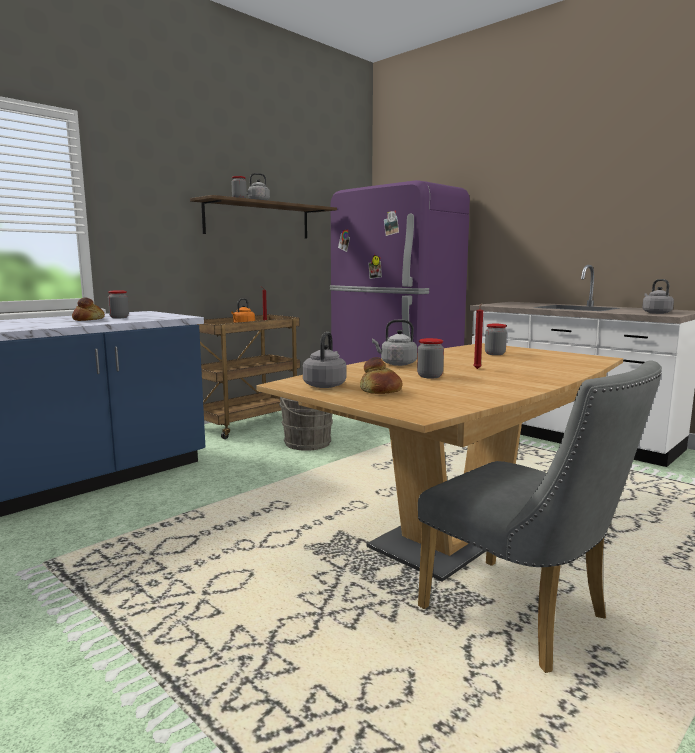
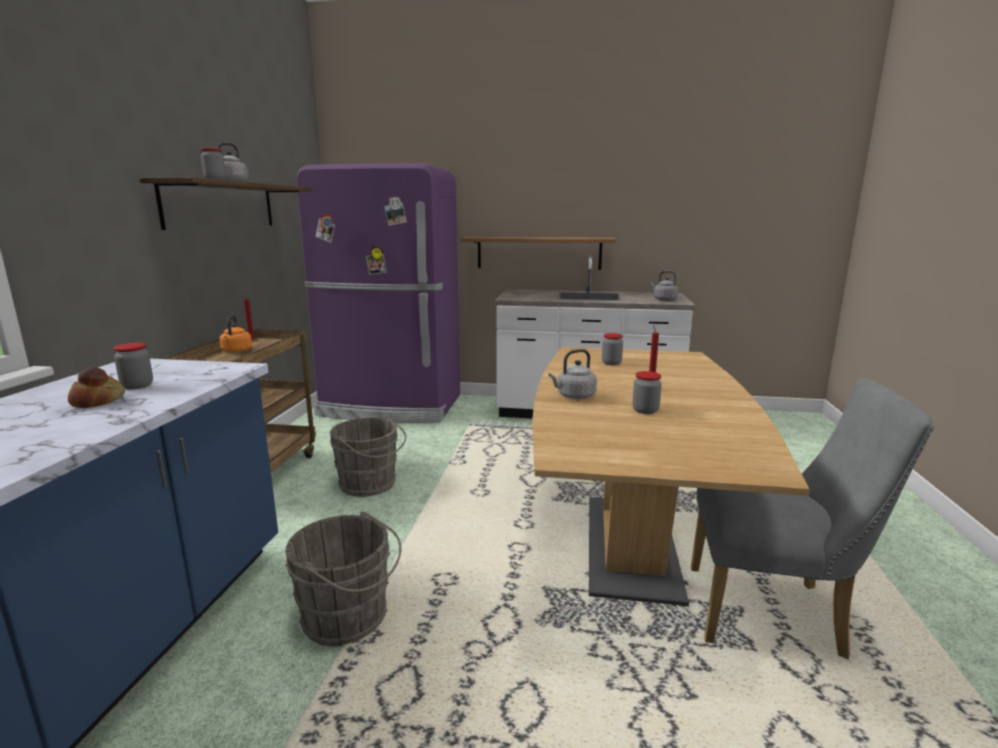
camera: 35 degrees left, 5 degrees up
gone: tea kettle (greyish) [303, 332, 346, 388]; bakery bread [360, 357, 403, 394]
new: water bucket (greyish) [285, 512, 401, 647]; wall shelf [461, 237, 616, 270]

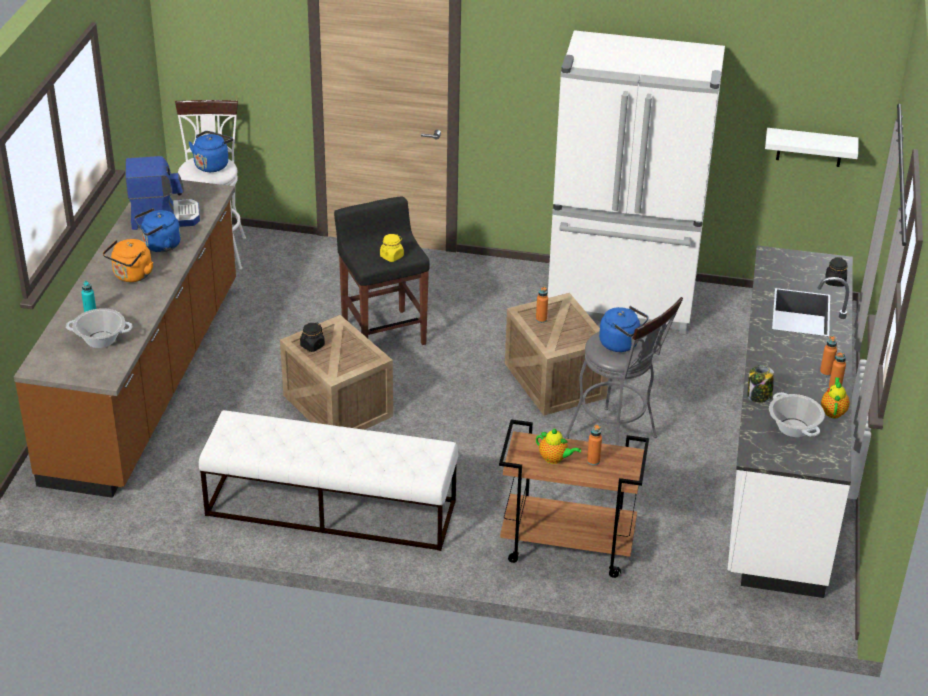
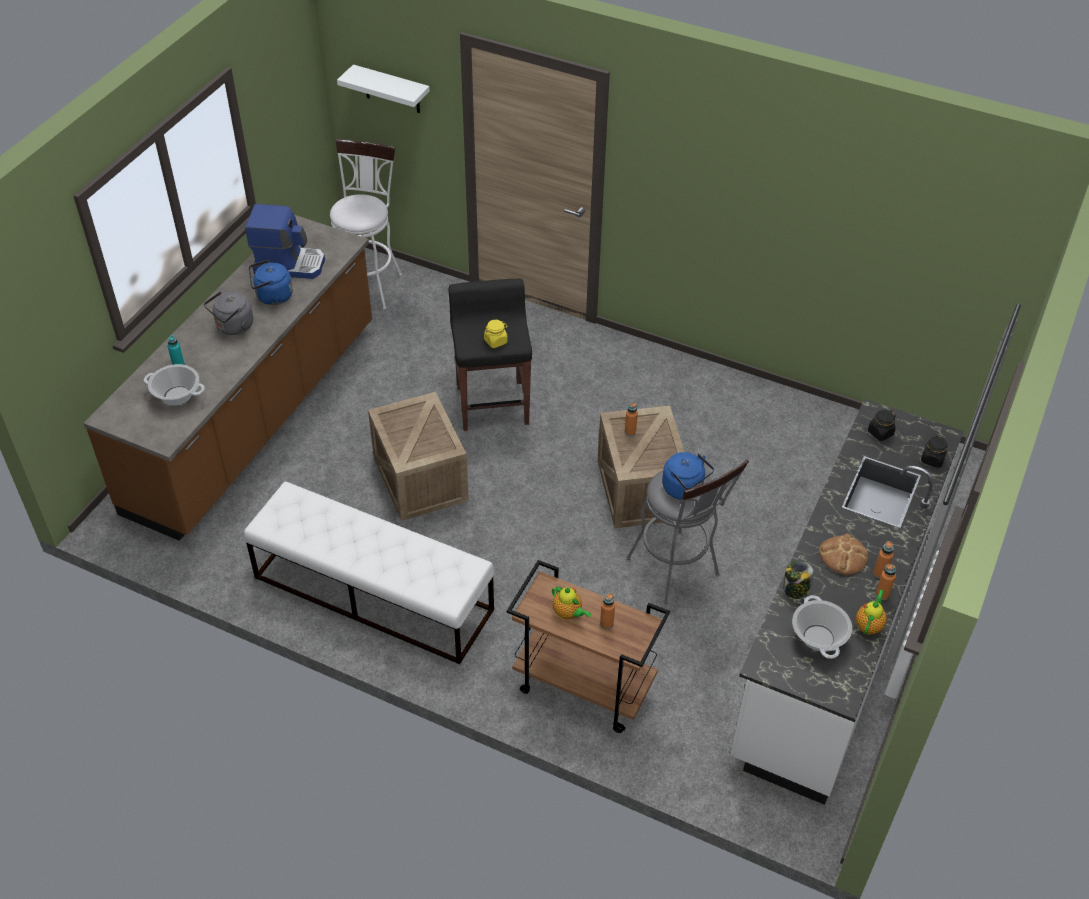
camera: 15 degrees right, 10 degrees up
gone: tea kettle (blue-coloured) [188, 131, 233, 172]; fridge (white-coloured) [548, 30, 725, 334]
new: bakery bread [819, 534, 868, 575]
shifted: jar (black-coloured) [300, 323, 325, 352] to [868, 410, 896, 441]; wall shelf (white-coloured) [765, 128, 858, 167] to [337, 64, 430, 113]
repainted: tea kettle (orange-coloured) [103, 239, 153, 282] to tea kettle (greyish) [204, 291, 253, 335]

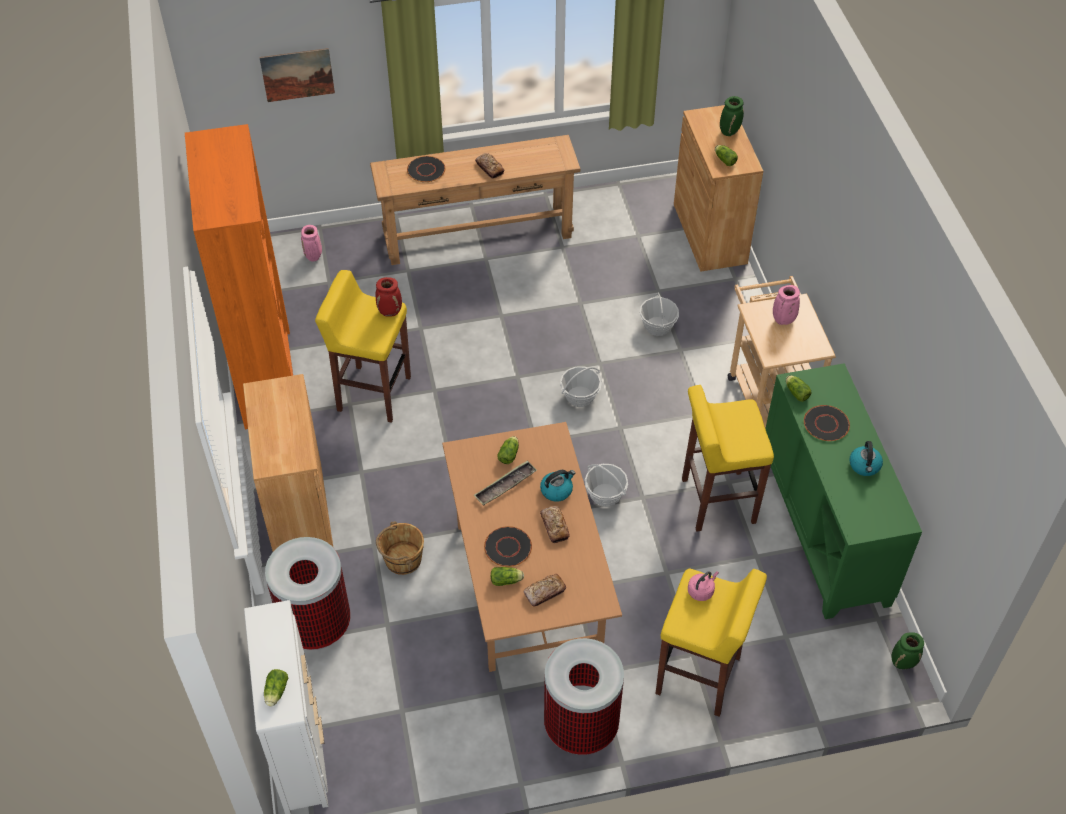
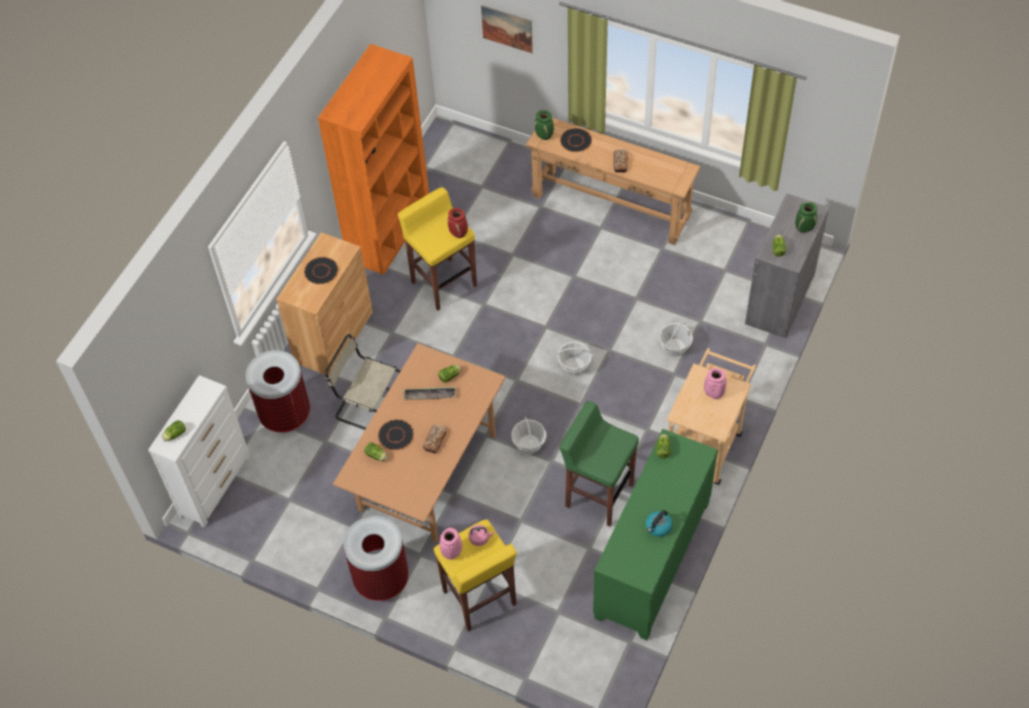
camera: 40 degrees right, 5 degrees up
gone: bakery bread [523, 574, 566, 607]; tea kettle [540, 470, 575, 502]
shifted: flower vase (pink-coloured) [301, 225, 322, 261] to [440, 528, 462, 560]; flat dish (black-coloured) [804, 405, 850, 441] to [304, 257, 338, 284]; flower vase (green-coloured) [892, 632, 924, 669] to [535, 110, 554, 140]
swapped: water bucket (brown) [376, 521, 424, 575] to plain chair (sand-coloured) [325, 334, 400, 430]
repainted: cupboard (brown) [674, 105, 763, 272] to cupboard (greyish) [745, 193, 829, 338]; stool seat (yellow-coloured) [682, 385, 774, 532] to stool seat (green-coloured) [560, 401, 639, 527]

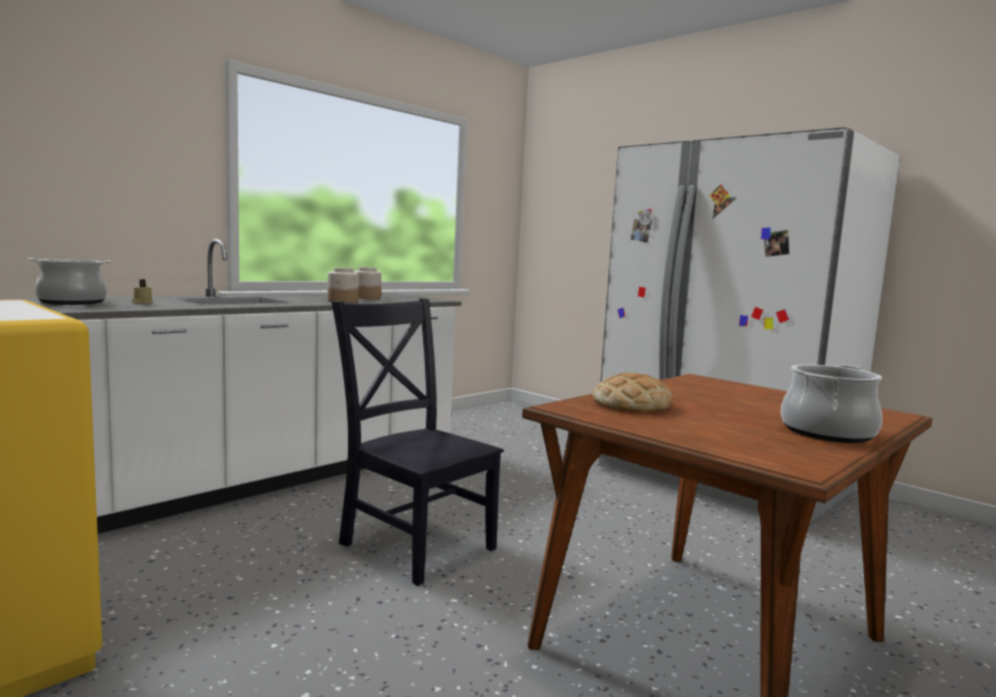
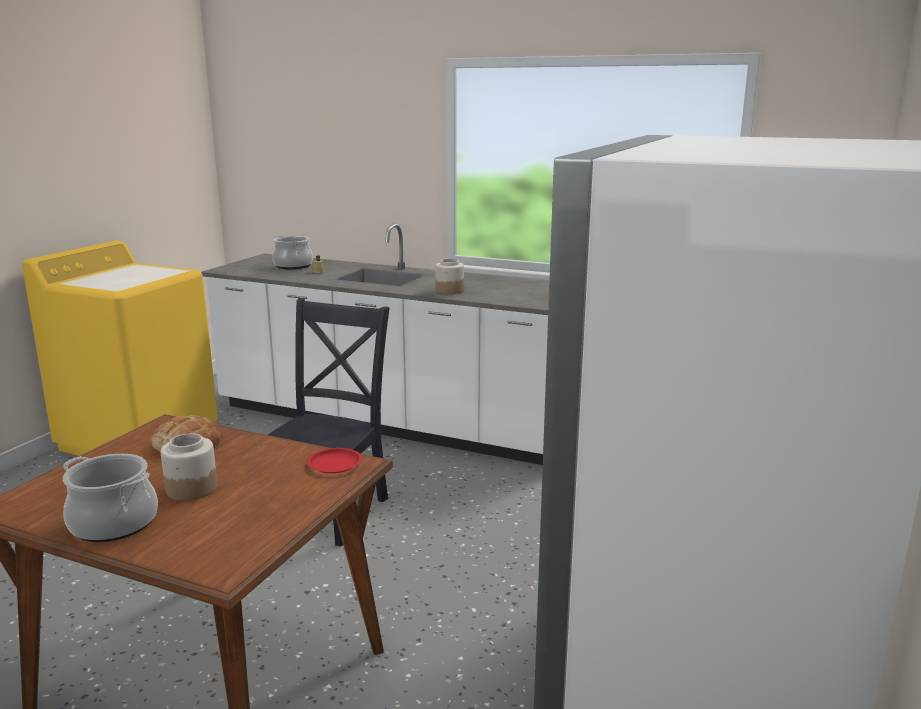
camera: 70 degrees right, 10 degrees up
new: flat dish (reddish) [307, 448, 362, 473]
shifted: jar [354, 267, 382, 299] to [161, 433, 217, 501]

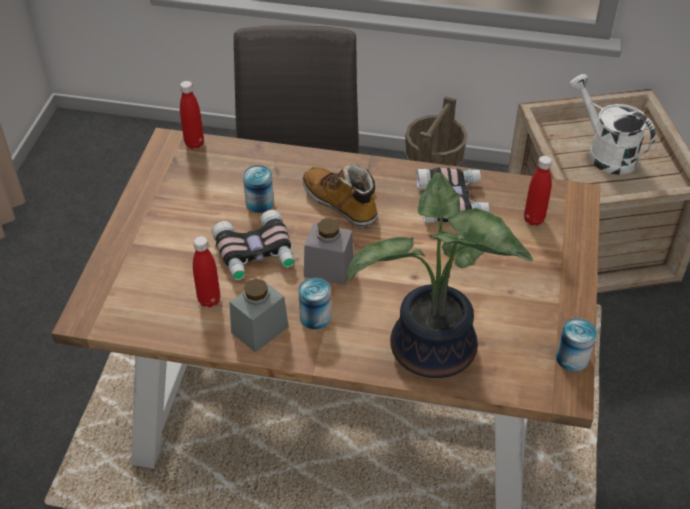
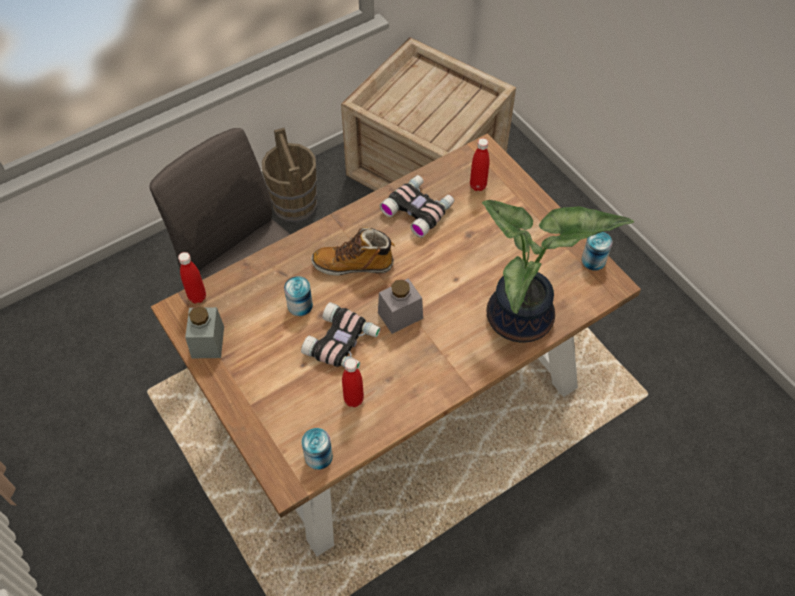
camera: 45 degrees left, 10 degrees up
gone: sprinkling can (white-coloured) [569, 74, 656, 175]
shifted: jar (greyish) [229, 279, 289, 353] to [185, 306, 224, 358]; can [298, 277, 331, 330] to [302, 428, 333, 470]

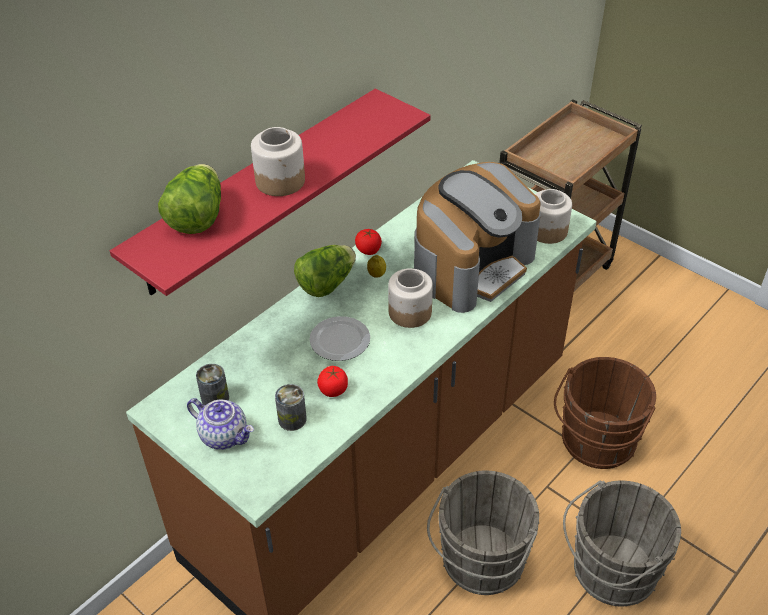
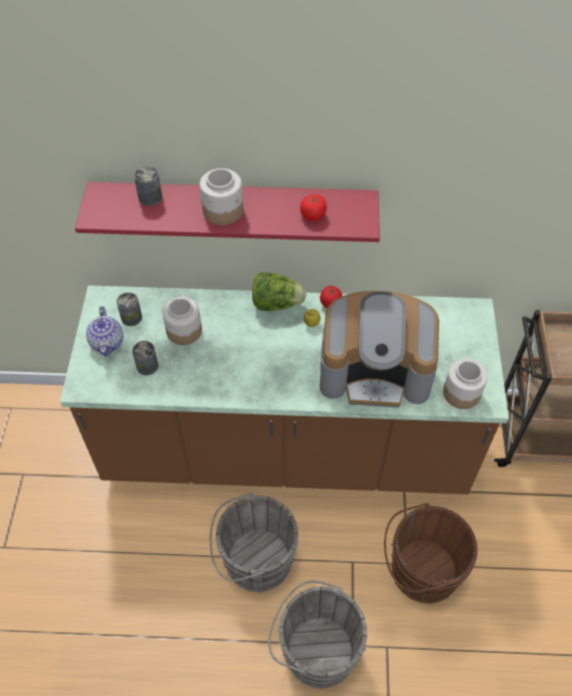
camera: 50 degrees right, 10 degrees up
gone: flat dish [309, 316, 370, 361]
shifted: fresh tomato [317, 366, 348, 397] to [300, 194, 327, 221]; jar [388, 268, 433, 328] to [162, 297, 202, 345]
swapped: head of lettuce [158, 164, 221, 234] to can [134, 166, 162, 206]

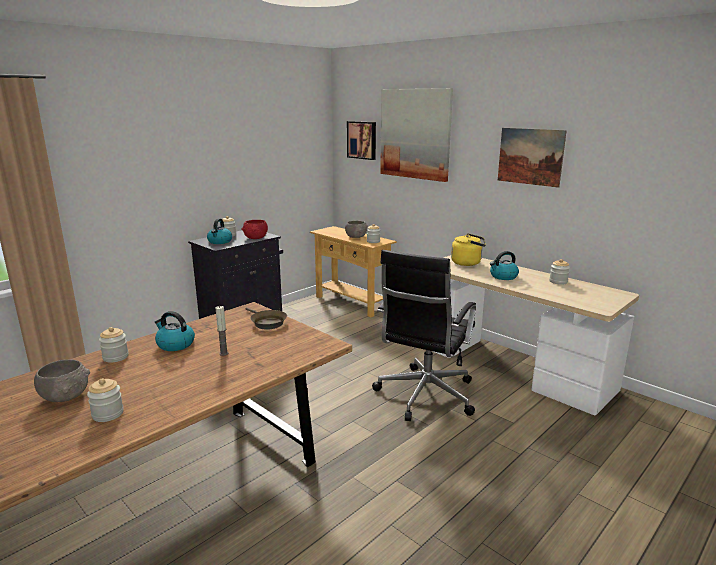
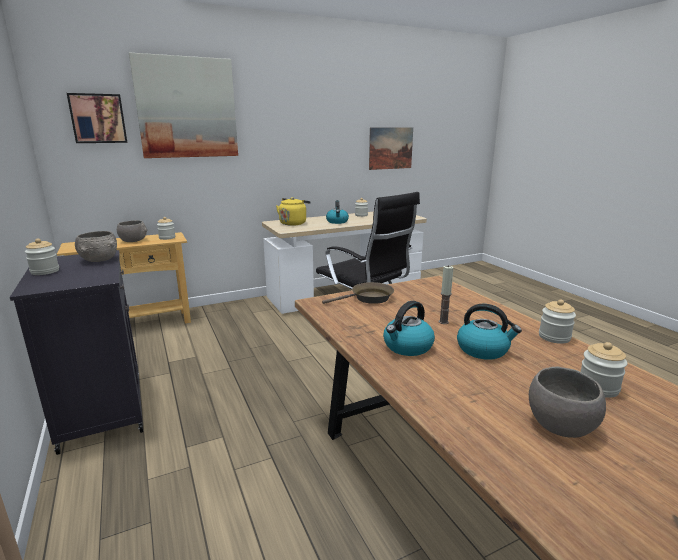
camera: 70 degrees left, 0 degrees up
shifted: jar [99, 327, 129, 363] to [539, 299, 576, 344]; tea kettle [207, 218, 232, 244] to [457, 304, 522, 360]; wall picture [498, 128, 567, 188] to [369, 128, 413, 170]
repainted: bowl (reddish) [242, 220, 268, 239] to bowl (greyish) [75, 231, 117, 262]

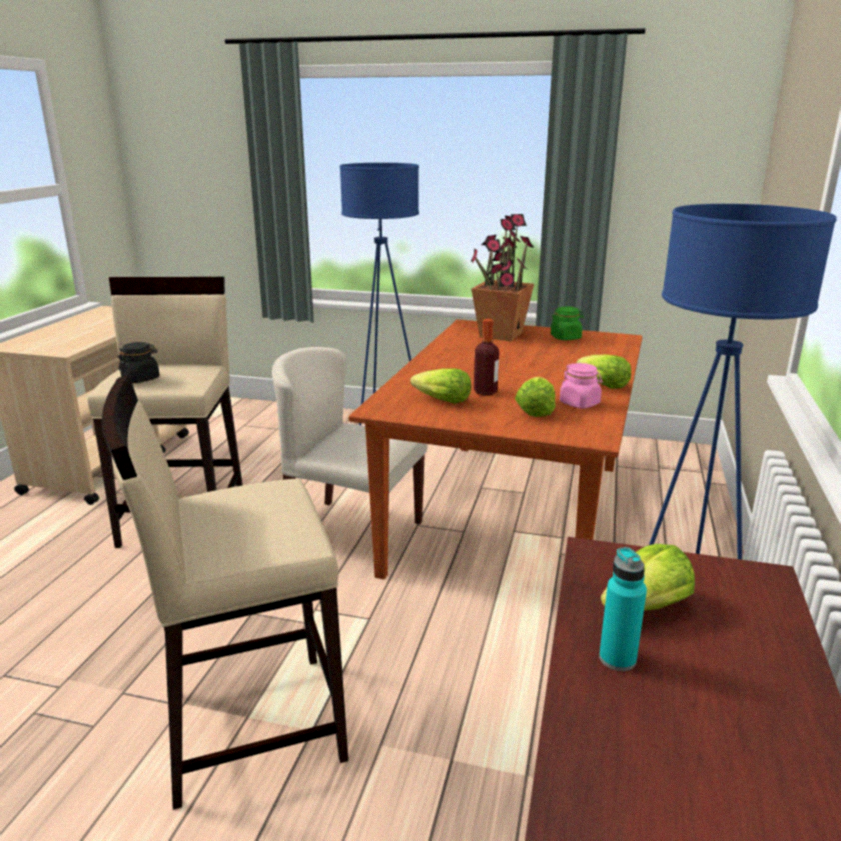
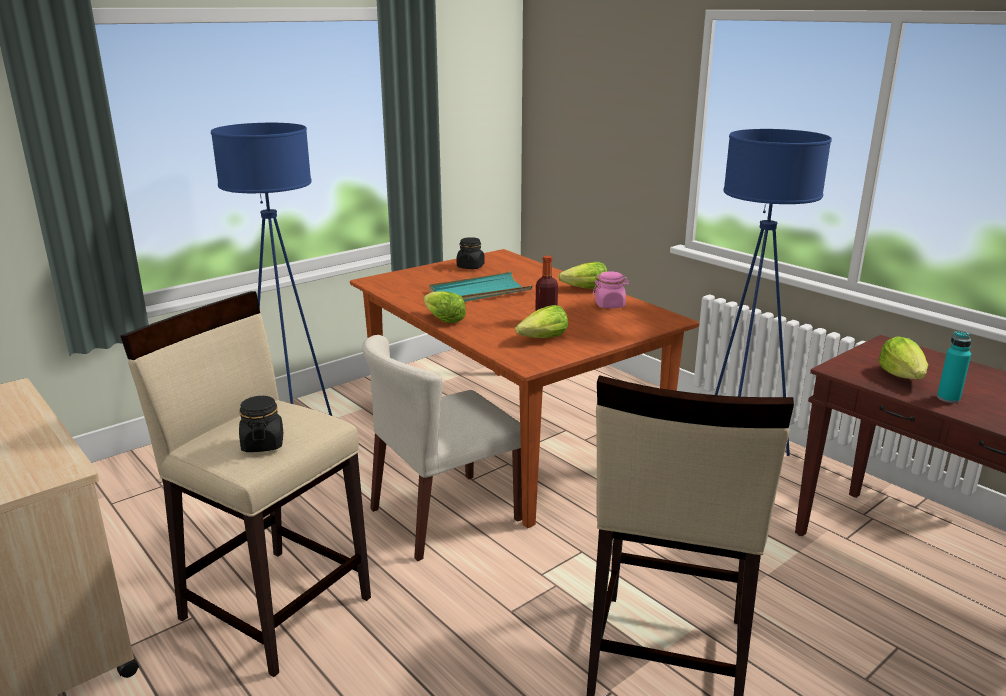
camera: 55 degrees left, 0 degrees up
gone: plant in a pot [471, 214, 534, 341]
new: serving tray (turquoise-coloured) [429, 271, 532, 302]
shifted: head of lettuce [515, 377, 555, 417] to [424, 291, 466, 323]
repainted: jar (green-coloured) [551, 306, 584, 340] to jar (black-coloured) [457, 237, 485, 269]

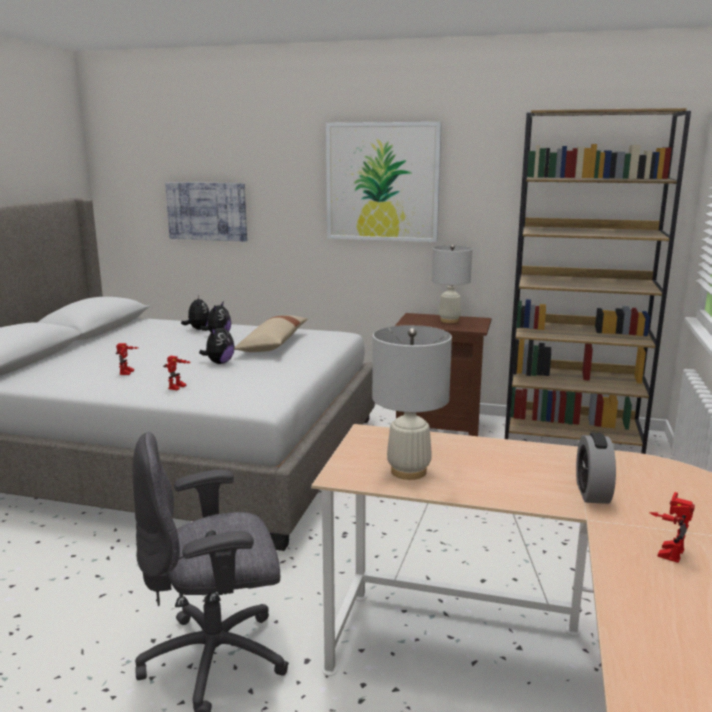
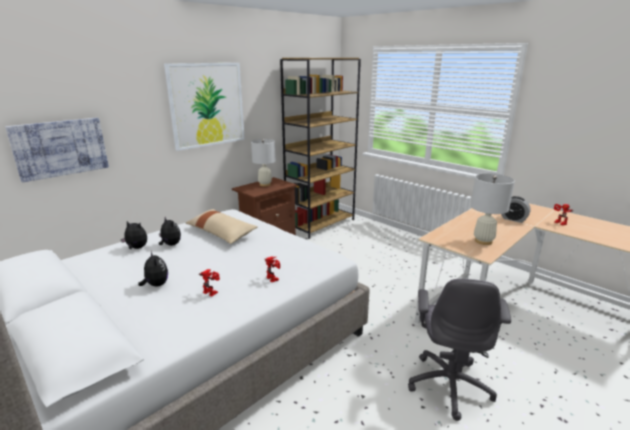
camera: 60 degrees left, 5 degrees up
shifted: plush toy [199, 323, 235, 364] to [138, 251, 168, 287]

